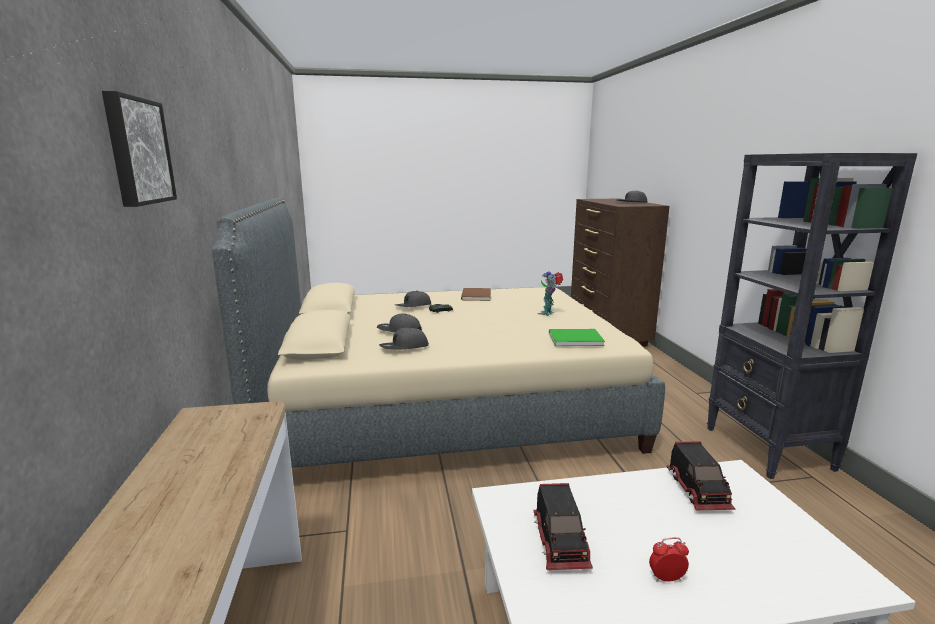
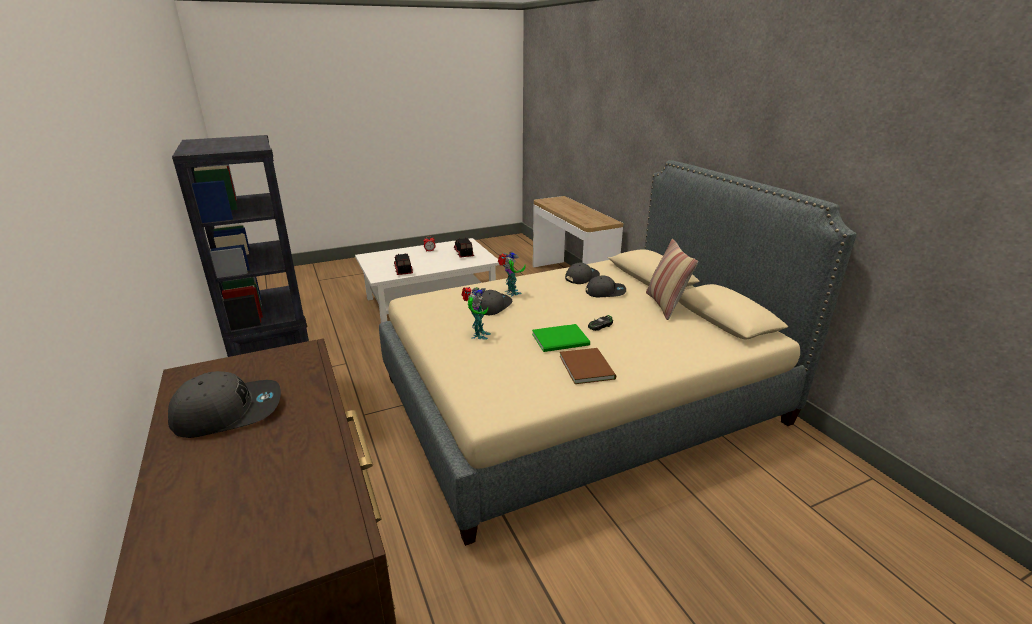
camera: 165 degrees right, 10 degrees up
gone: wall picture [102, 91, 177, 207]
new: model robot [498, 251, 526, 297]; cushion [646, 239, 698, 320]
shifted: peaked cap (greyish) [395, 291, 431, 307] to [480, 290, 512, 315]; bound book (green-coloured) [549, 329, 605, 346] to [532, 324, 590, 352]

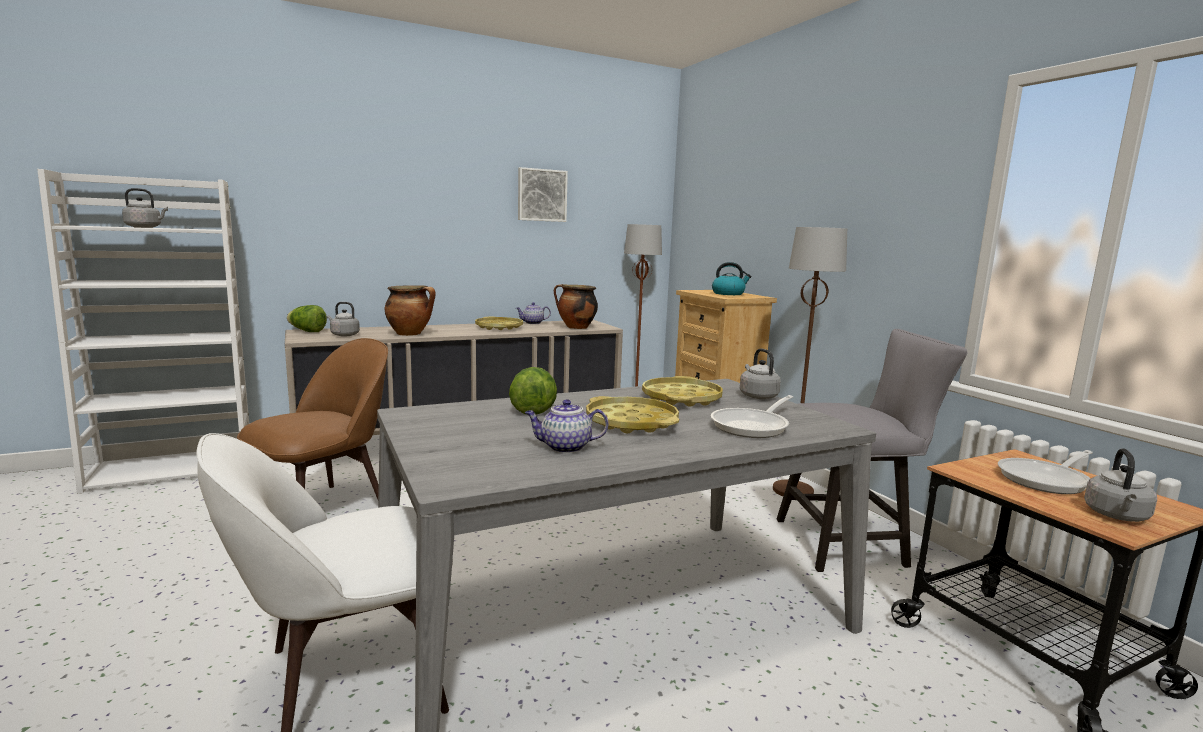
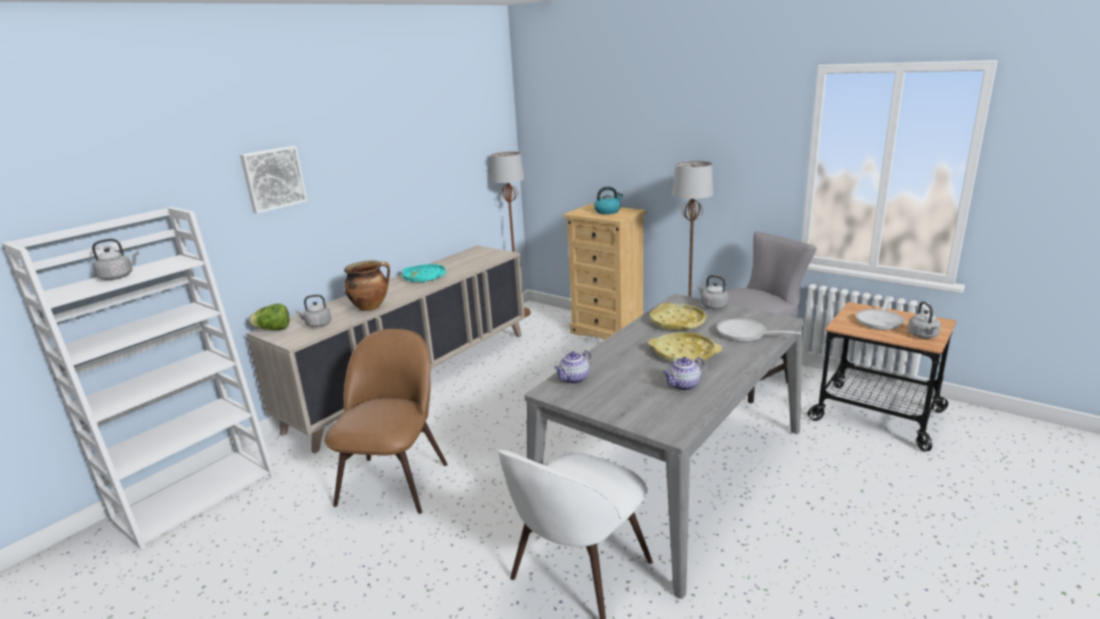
camera: 25 degrees left, 10 degrees up
gone: head of lettuce [509, 367, 557, 414]; saucepot [554, 284, 598, 329]
shifted: tea pot [516, 302, 551, 324] to [554, 350, 592, 384]; wall picture [518, 167, 568, 222] to [240, 146, 307, 214]
repainted: serving tray (yellow-coloured) [475, 317, 523, 330] to serving tray (turquoise-coloured) [402, 264, 446, 283]
rotated: pan [711, 395, 793, 438] = [717, 319, 801, 342] 105 degrees clockwise

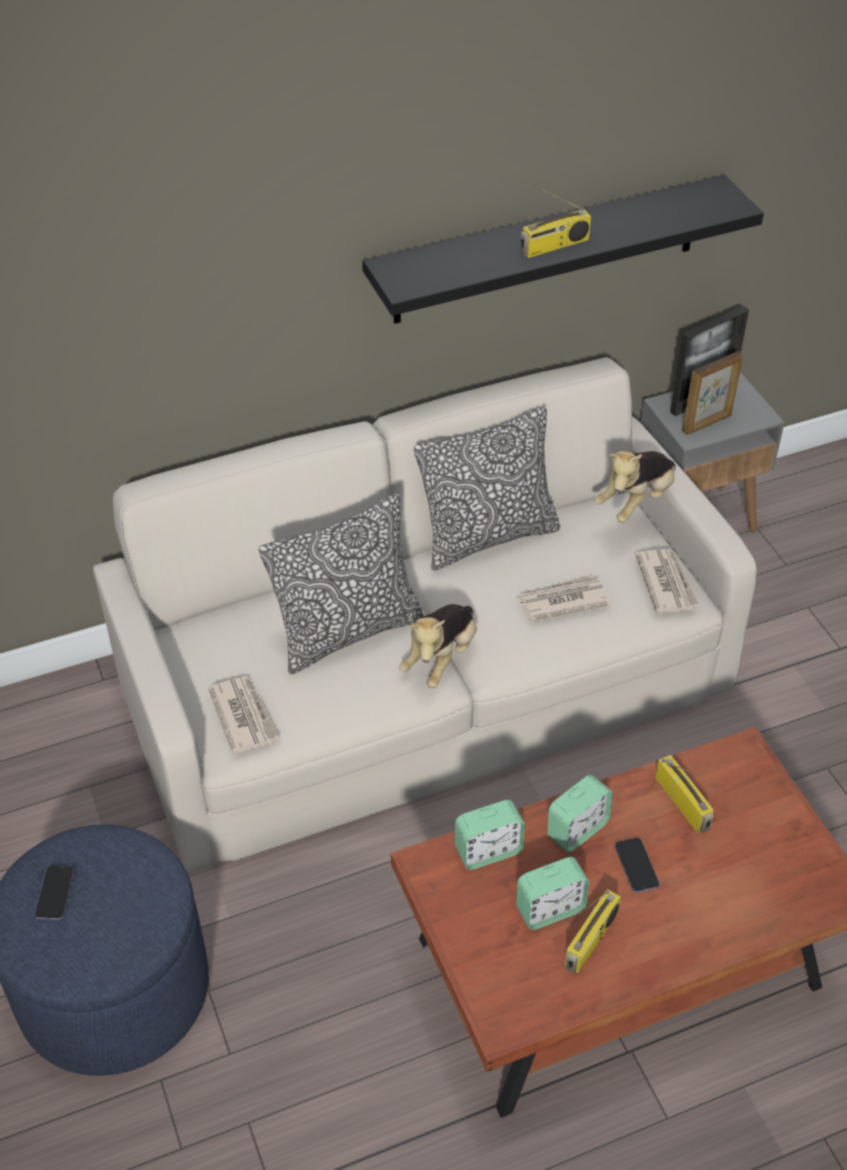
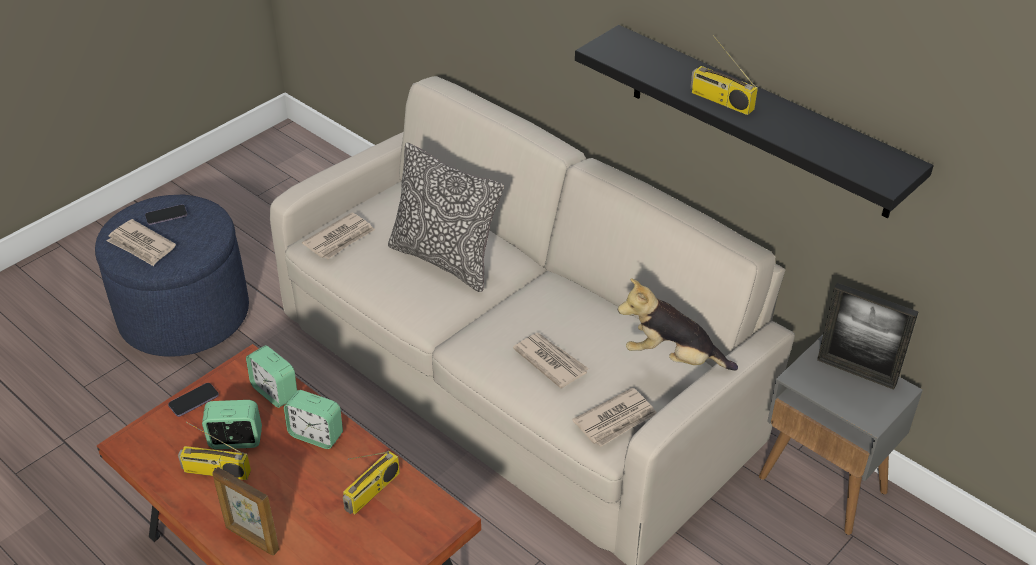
camera: 65 degrees right, 5 degrees down
gone: plush toy [399, 604, 477, 688]; cushion [414, 406, 560, 570]
new: printed paper [107, 219, 176, 266]
shifted: phone [615, 838, 660, 893] to [168, 383, 219, 417]; standing frame [682, 351, 743, 435] to [212, 467, 279, 555]
rotated: alarm clock [516, 857, 589, 930] = [202, 400, 262, 449] 135 degrees clockwise

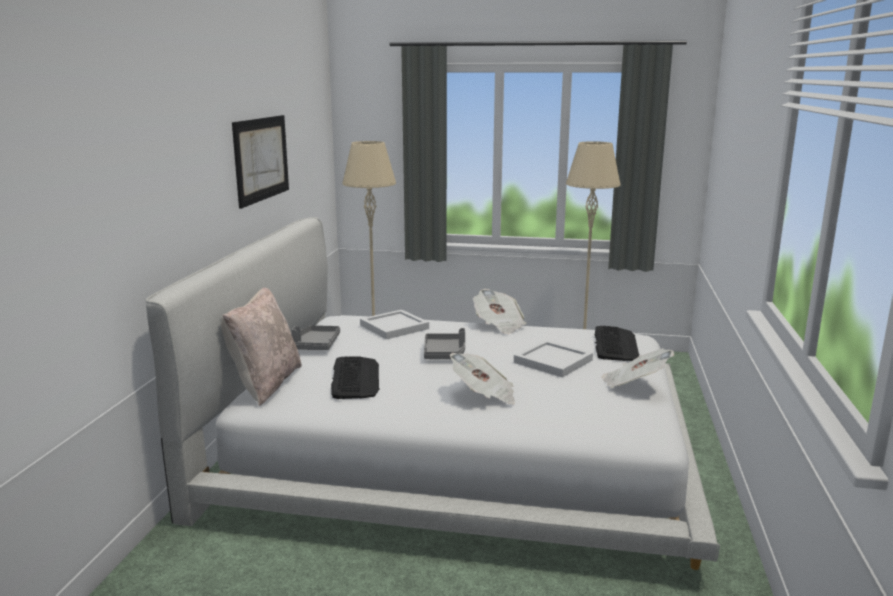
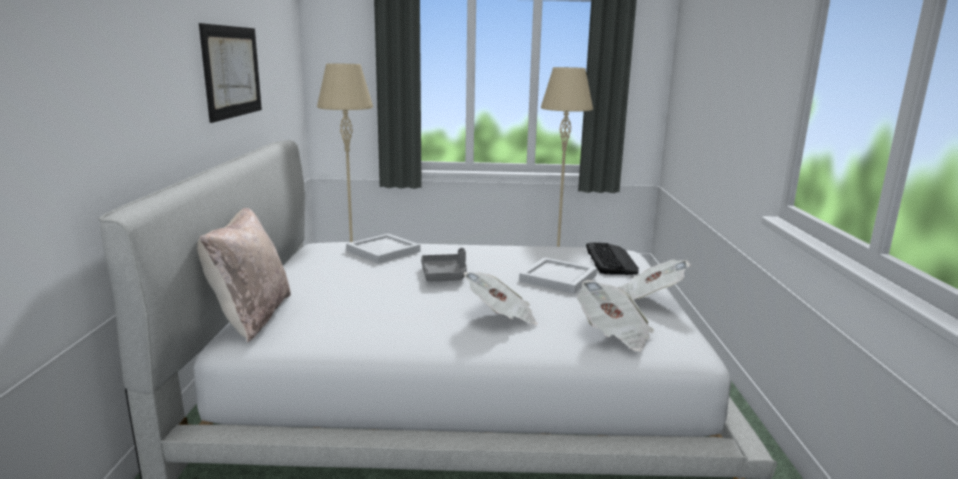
camera: 10 degrees left, 0 degrees up
gone: serving tray (greyish) [292, 325, 340, 350]; keyboard [331, 356, 380, 399]
shifted: printed paper [473, 289, 527, 334] to [577, 280, 654, 351]

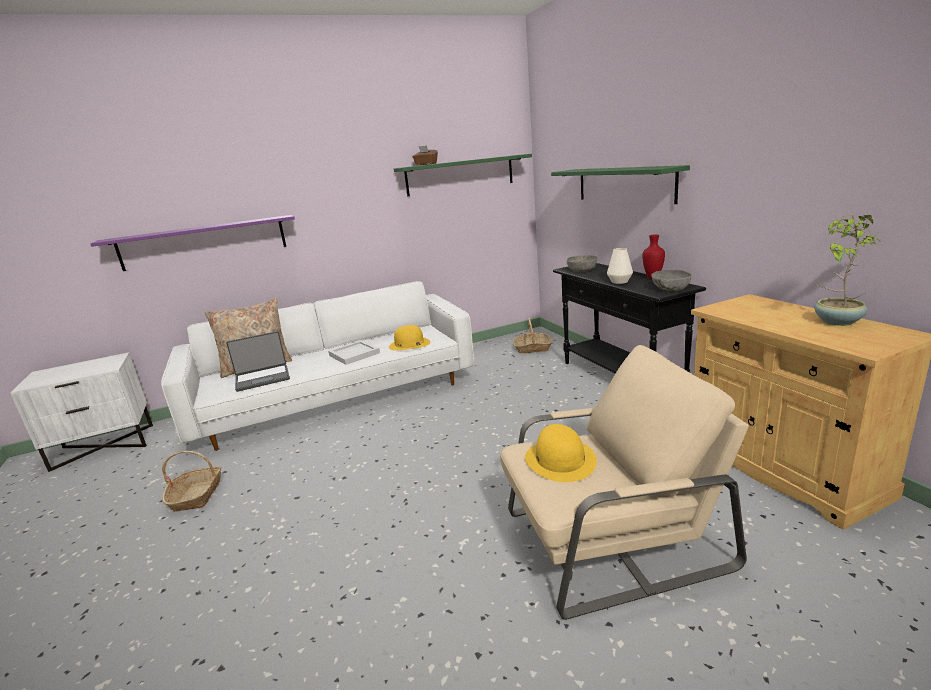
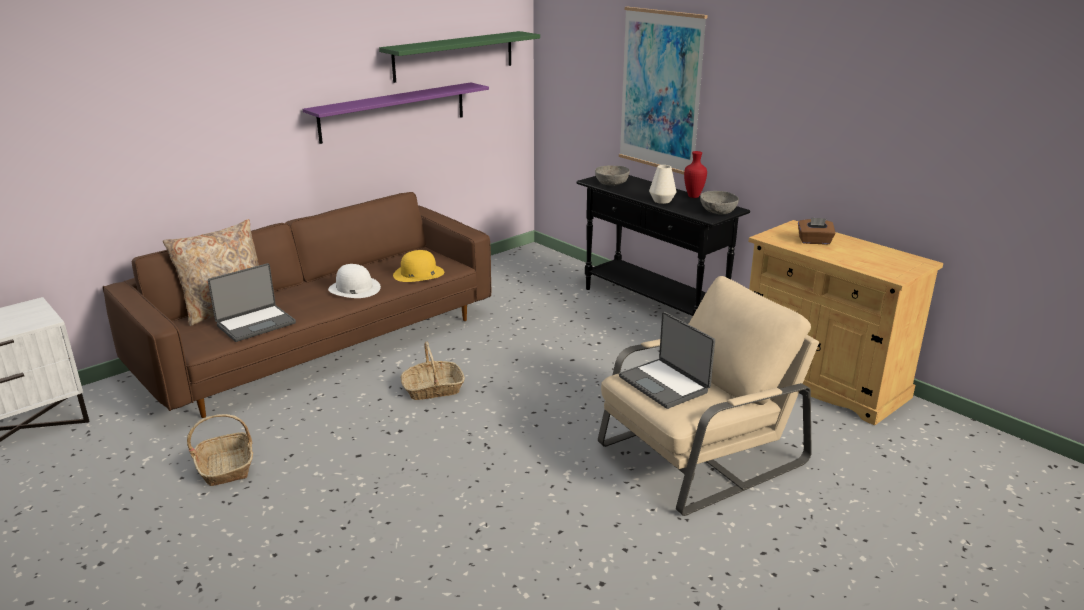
camera: 20 degrees left, 5 degrees up
gone: plant in a pot [814, 214, 880, 326]
shifted: wall shelf (purple-coloured) [90, 215, 295, 271] to [302, 82, 489, 144]; tissue box (brown) [412, 145, 438, 166] to [798, 217, 836, 244]; household basket [513, 318, 552, 353] to [400, 342, 465, 400]
swapped: serving tray (white-coloured) [328, 340, 380, 365] to clothing hat (white-coloured) [328, 264, 381, 298]; clothing hat (yellow-coloured) [525, 424, 597, 482] to portable computer [619, 312, 715, 409]; wall shelf (green-coloured) [551, 165, 690, 204] to wall picture [619, 7, 708, 175]
repainted: couch (white-coloured) [161, 281, 475, 451] to couch (brown) [103, 192, 491, 418]

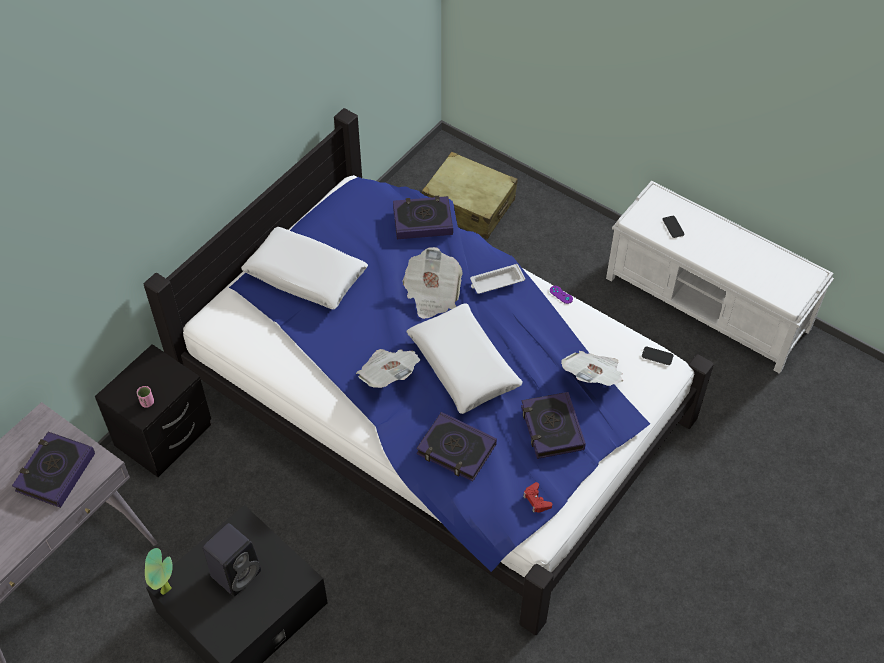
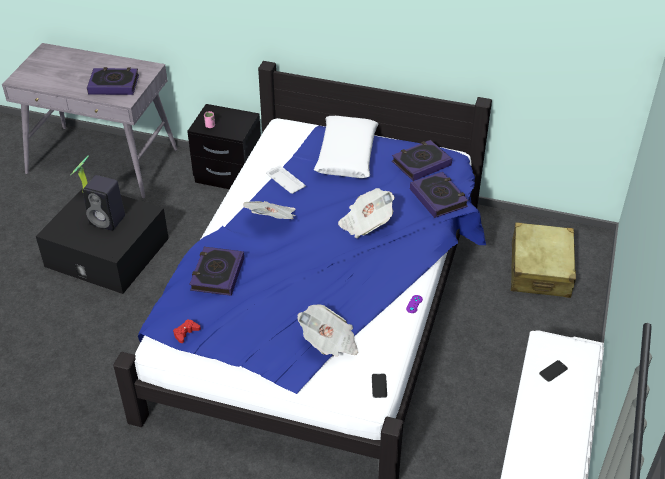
camera: 70 degrees right, 10 degrees down
gone: cushion (white-coloured) [407, 303, 523, 414]
shifted: serving tray (white-coloured) [470, 264, 525, 294] to [266, 165, 306, 194]; bound book [521, 392, 586, 459] to [392, 140, 452, 181]

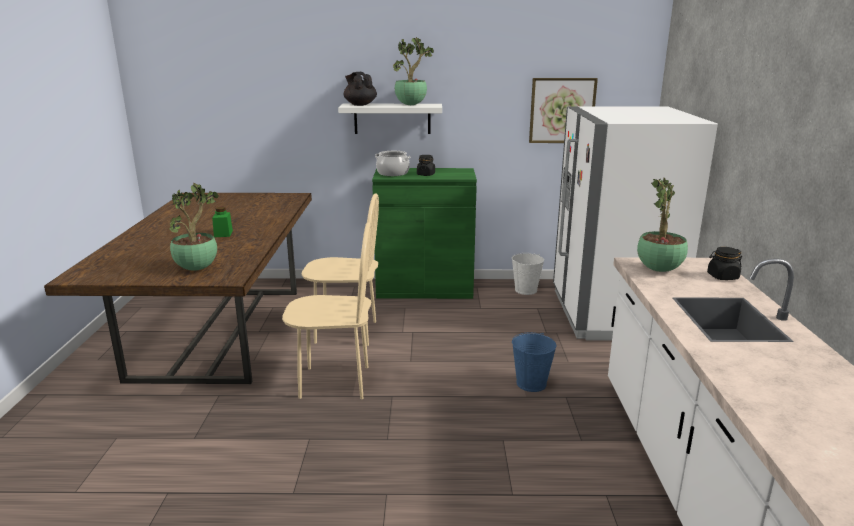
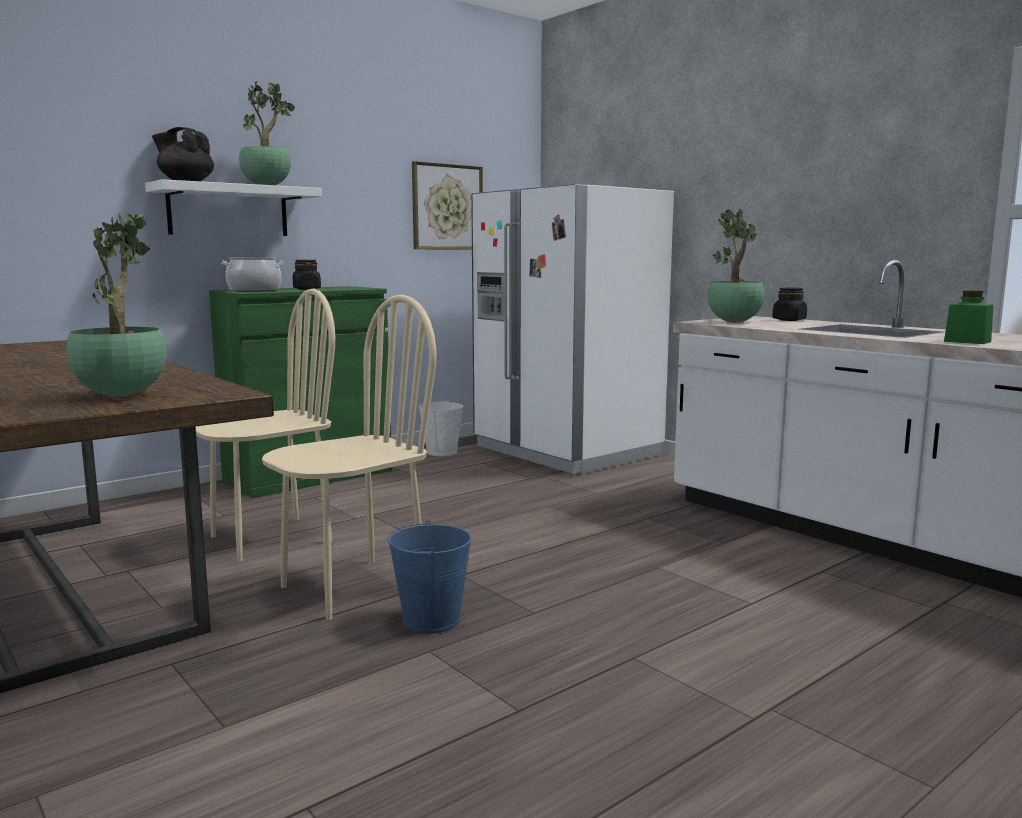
camera: 40 degrees left, 10 degrees down
shifted: jar (green-coloured) [212, 207, 233, 237] to [944, 290, 993, 344]; water bucket (blue-coloured) [512, 333, 556, 392] to [387, 520, 472, 634]

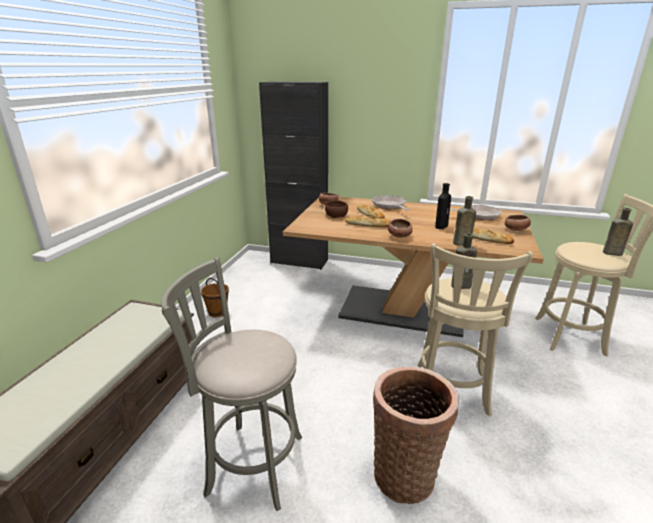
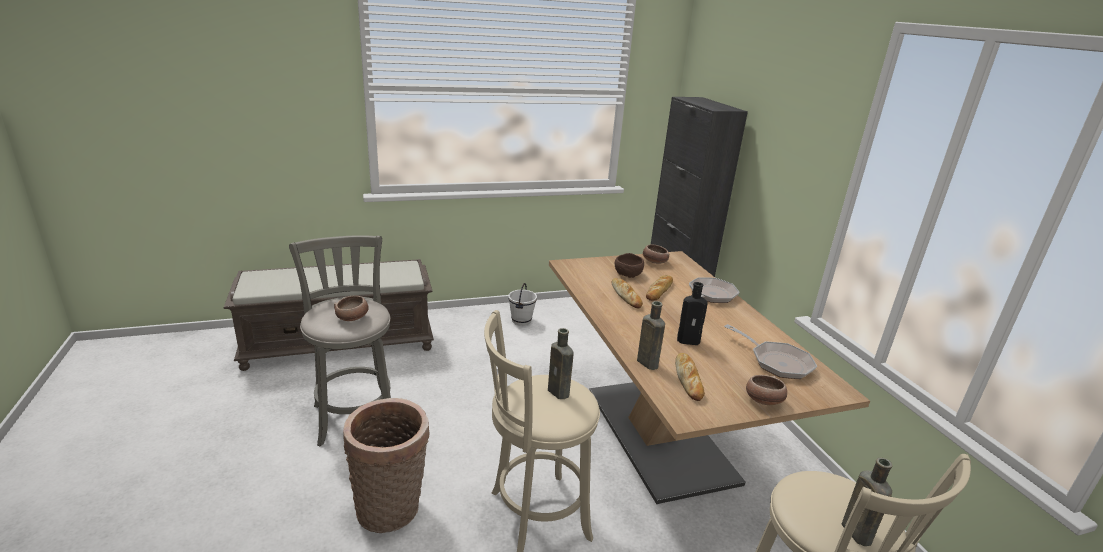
camera: 55 degrees right, 0 degrees up
shifted: bowl [388, 219, 413, 238] to [334, 296, 369, 321]
repainted: water bucket (brown) [201, 278, 229, 317] to water bucket (white-coloured) [508, 283, 537, 326]

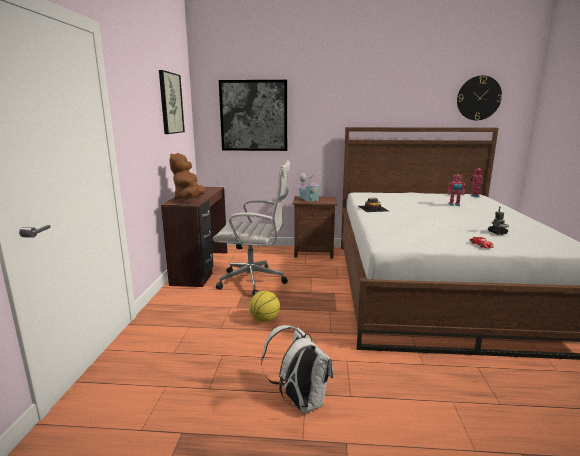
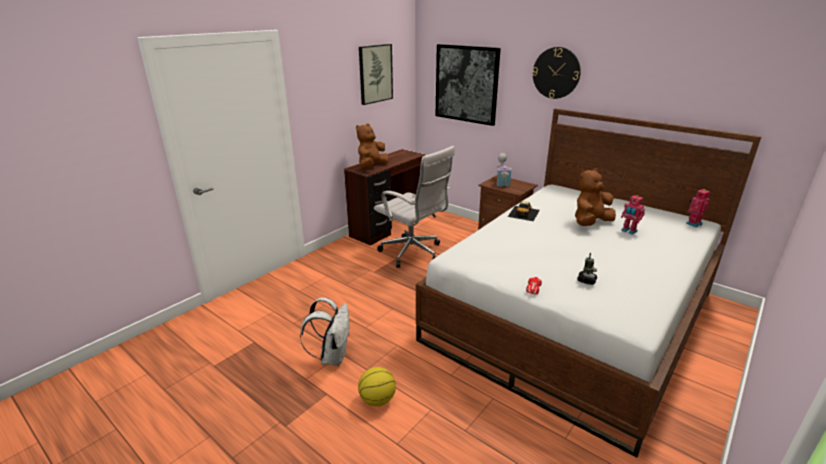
camera: 35 degrees right, 10 degrees up
new: plush toy (brown) [575, 168, 616, 226]
shifted: ball for basketball [249, 291, 280, 322] to [358, 367, 396, 406]; clock on the wall [457, 75, 502, 120] to [532, 47, 581, 99]

